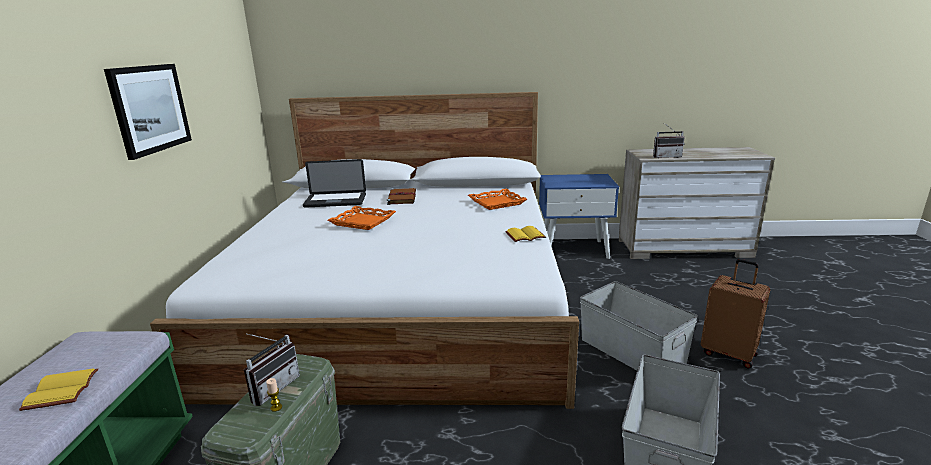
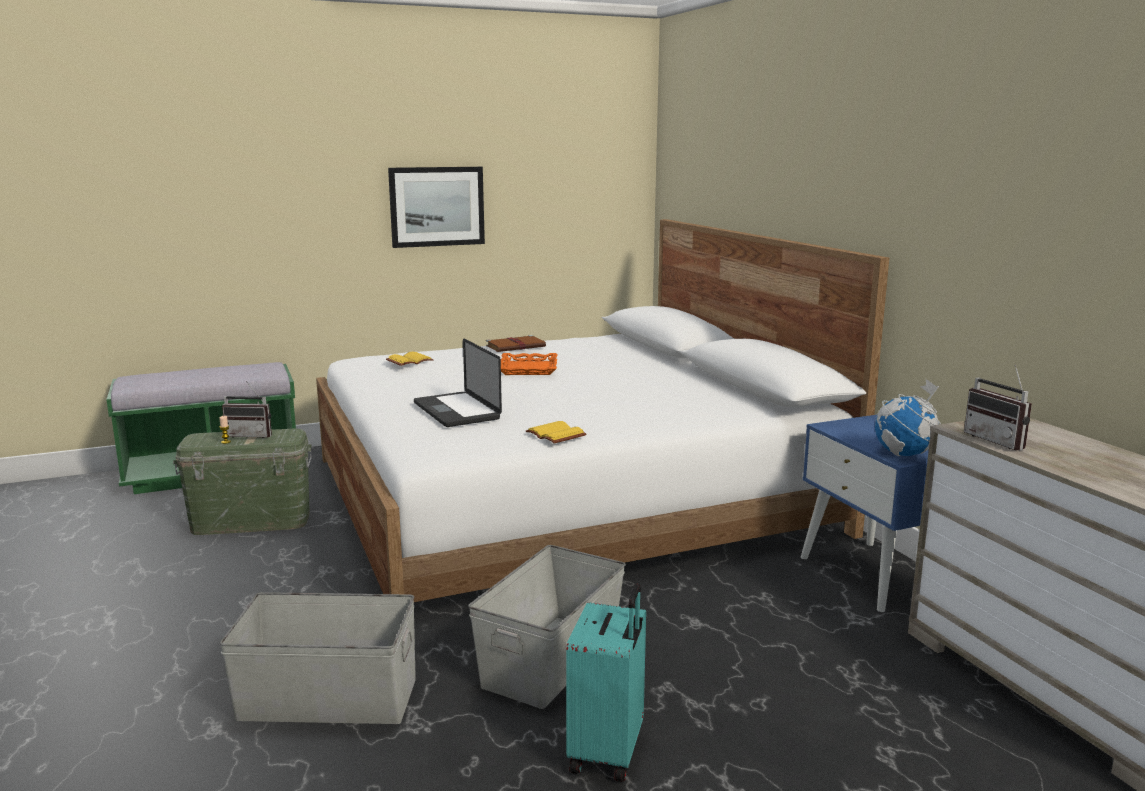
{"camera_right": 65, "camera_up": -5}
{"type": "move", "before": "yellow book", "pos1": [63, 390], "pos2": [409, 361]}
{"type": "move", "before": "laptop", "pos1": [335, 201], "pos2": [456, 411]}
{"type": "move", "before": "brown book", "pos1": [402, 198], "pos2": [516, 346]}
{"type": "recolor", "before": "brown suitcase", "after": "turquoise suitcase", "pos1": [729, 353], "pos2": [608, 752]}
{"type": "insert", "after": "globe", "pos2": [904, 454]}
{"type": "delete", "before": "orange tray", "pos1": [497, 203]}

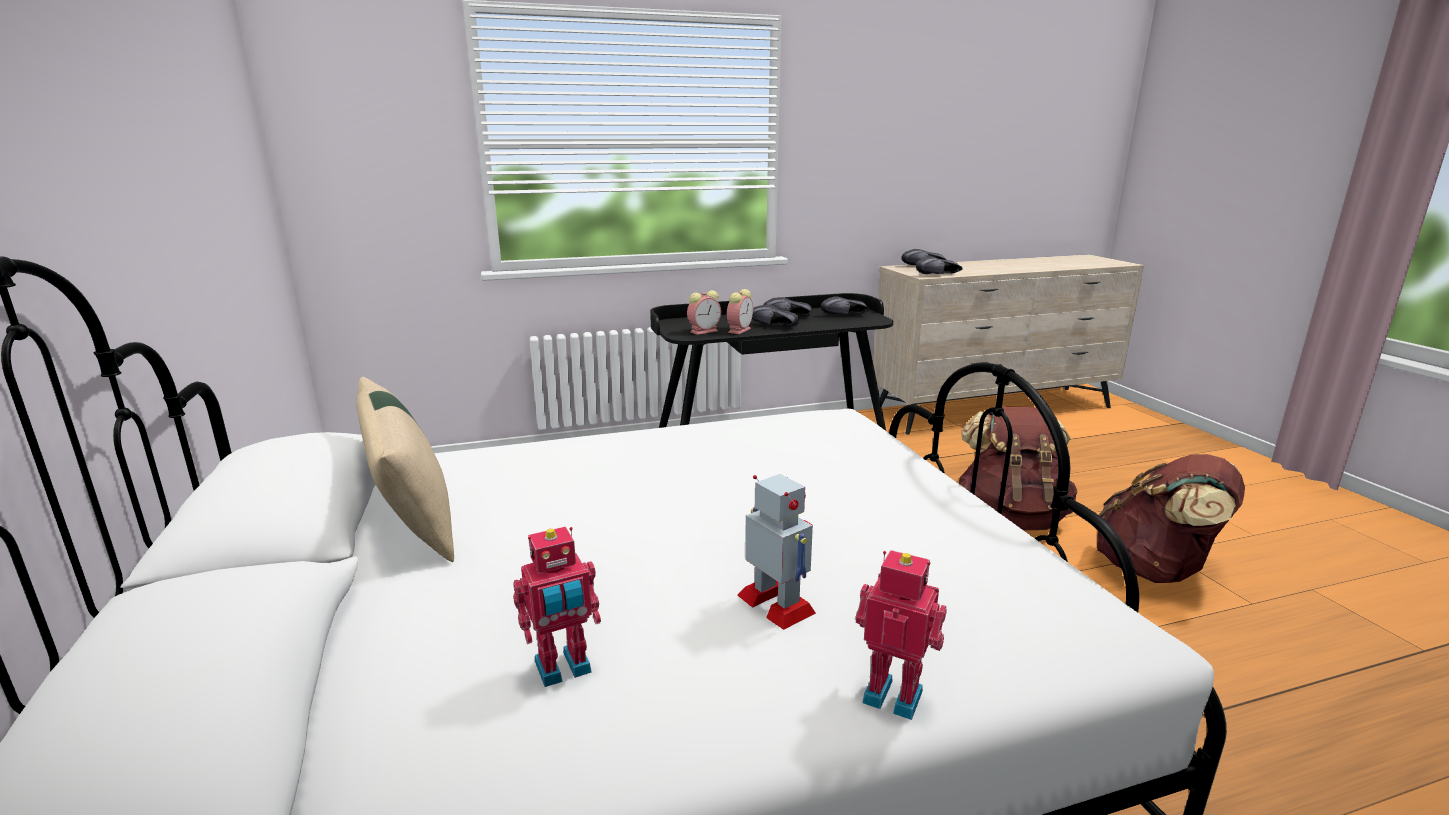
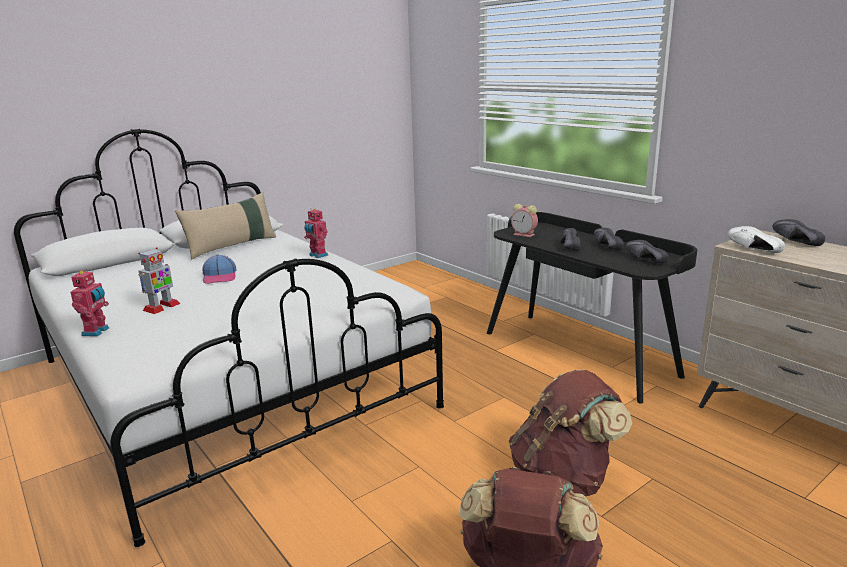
{"camera_right": 70, "camera_up": 0}
{"type": "insert", "after": "cap", "pos2": [220, 276]}
{"type": "move", "before": "toy robot", "pos1": [564, 669], "pos2": [317, 255]}
{"type": "recolor", "before": "black shoe", "after": "white shoe", "pos1": [939, 275], "pos2": [752, 250]}
{"type": "delete", "before": "alarm clock", "pos1": [739, 330]}

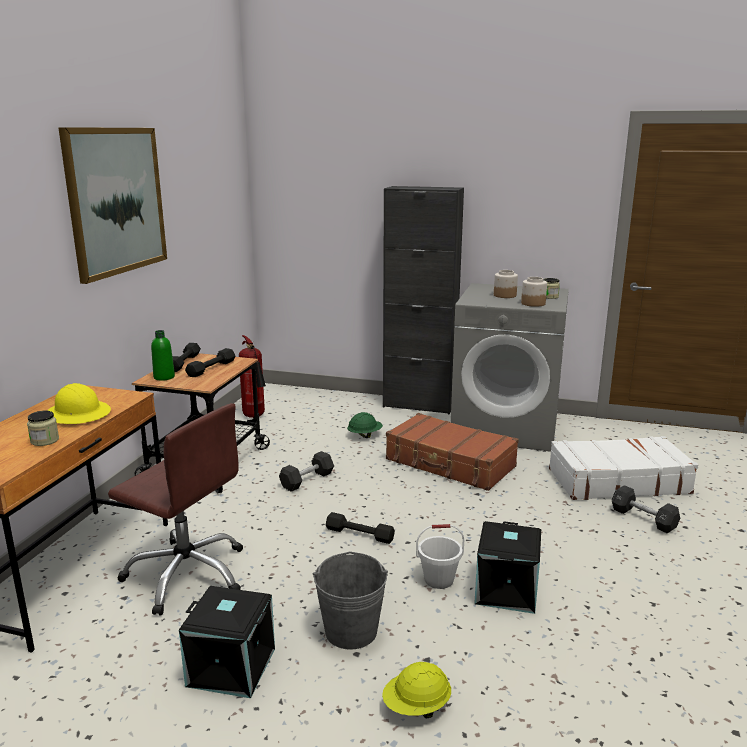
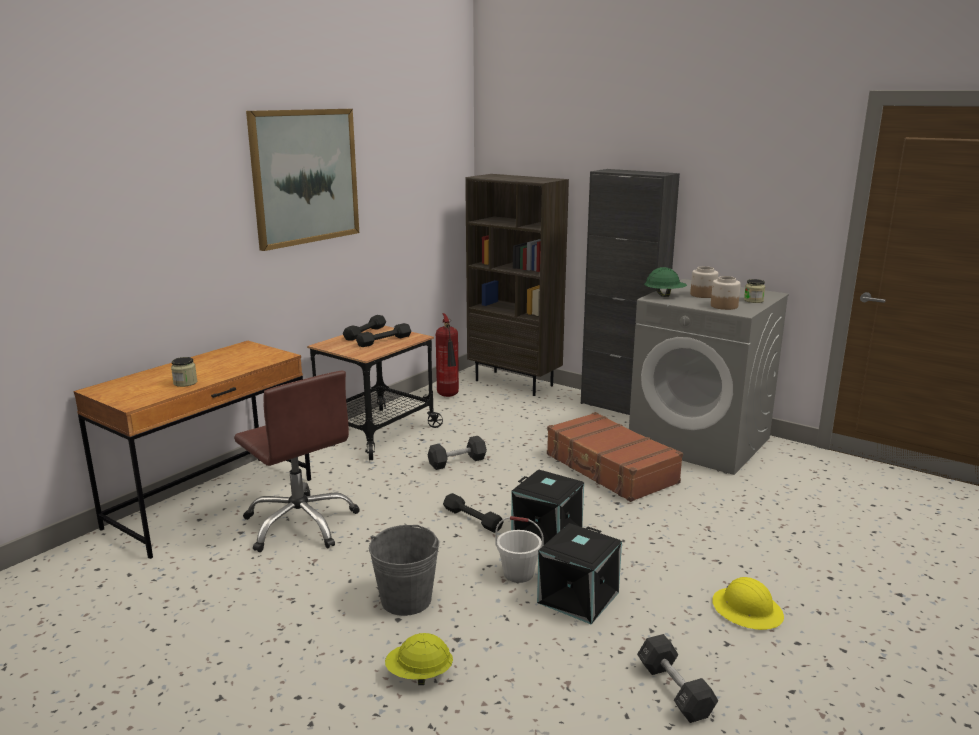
{"camera_right": 20, "camera_up": 0}
{"type": "insert", "after": "brown bookcase", "pos2": [515, 383]}
{"type": "move", "before": "black storage box", "pos1": [232, 666], "pos2": [548, 533]}
{"type": "move", "before": "black dumbbell", "pos1": [643, 519], "pos2": [674, 690]}
{"type": "move", "before": "green hard hat", "pos1": [365, 435], "pos2": [664, 295]}
{"type": "move", "before": "yellow hard hat", "pos1": [78, 414], "pos2": [747, 610]}
{"type": "delete", "before": "green bottle", "pos1": [164, 377]}
{"type": "delete", "before": "white suitcase", "pos1": [617, 481]}

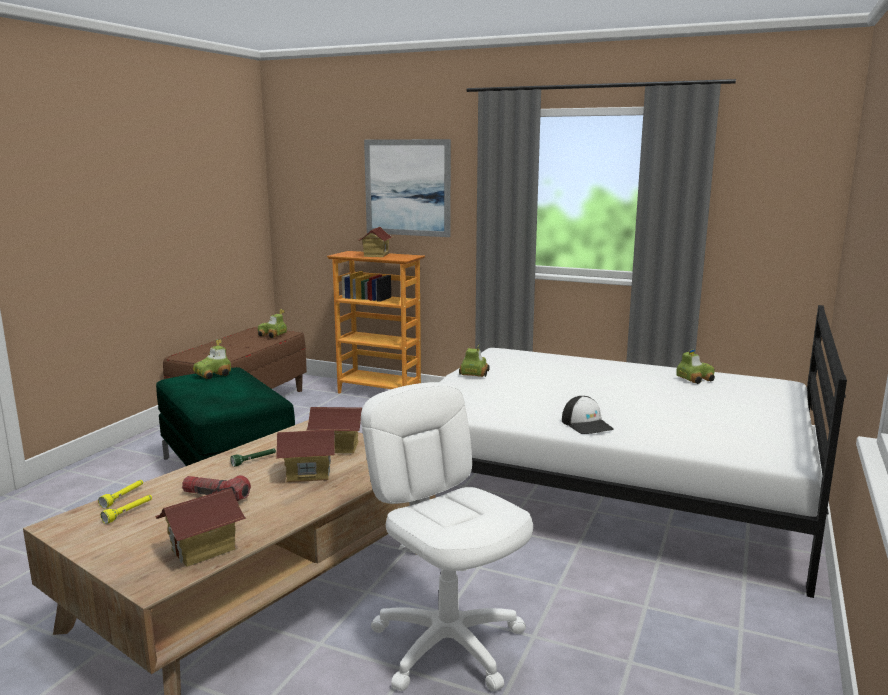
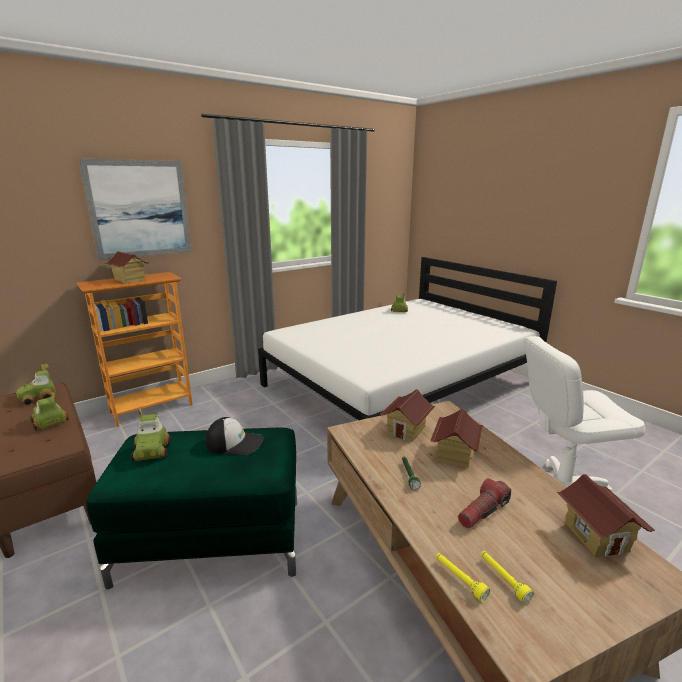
{"camera_right": -60, "camera_up": 5}
{"type": "move", "before": "toy car", "pos1": [473, 373], "pos2": [49, 422]}
{"type": "move", "before": "cap", "pos1": [587, 424], "pos2": [235, 443]}

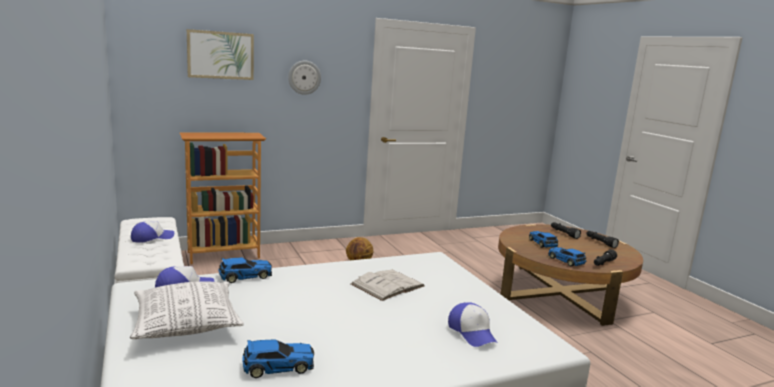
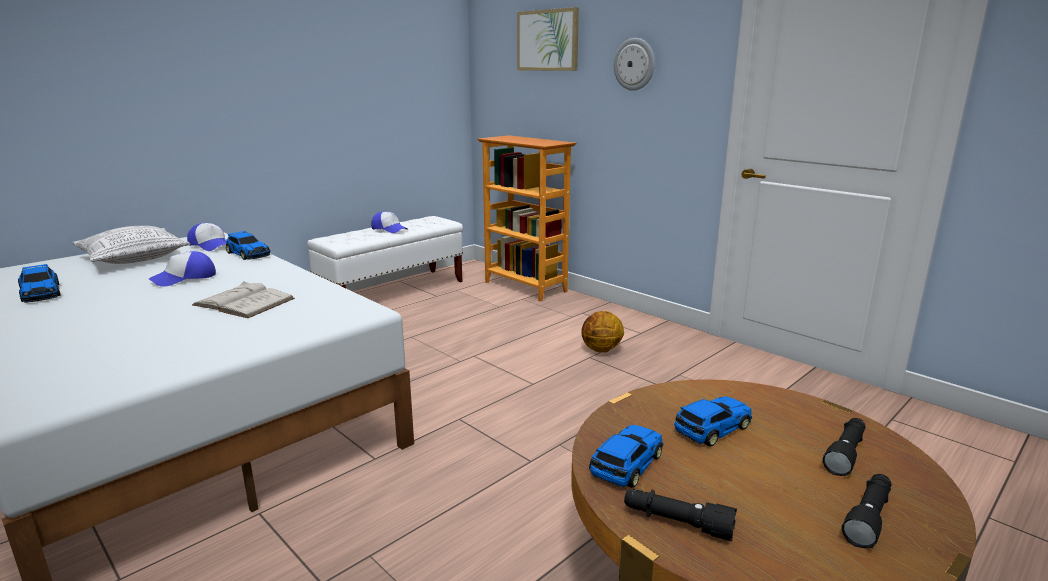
{"camera_right": 70, "camera_up": 5}
{"type": "move", "before": "cap", "pos1": [472, 332], "pos2": [185, 278]}

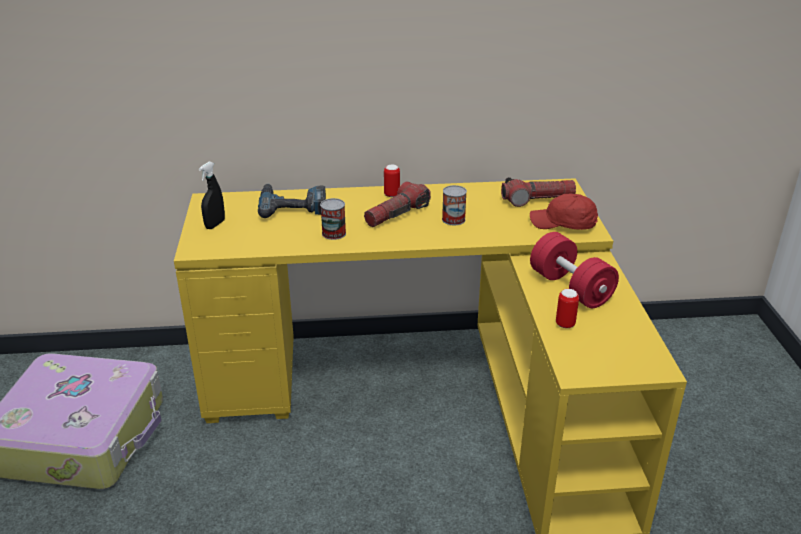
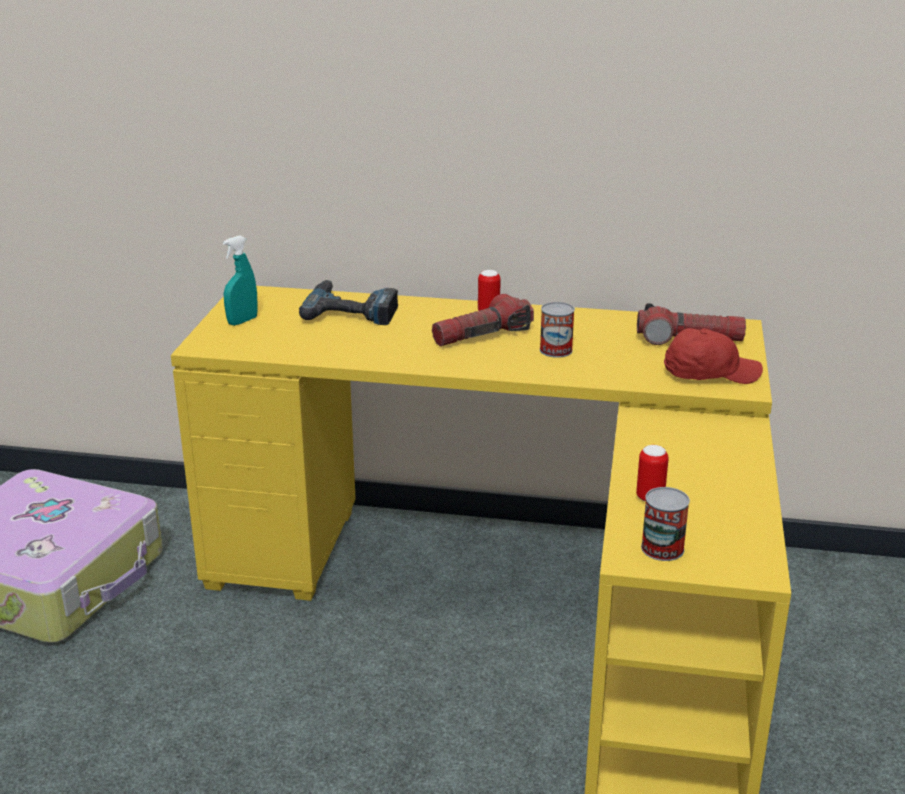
{"camera_right": 15, "camera_up": -5}
{"type": "recolor", "before": "black spray bottle", "after": "turquoise spray bottle", "pos1": [215, 224], "pos2": [242, 321]}
{"type": "move", "before": "can", "pos1": [334, 233], "pos2": [662, 548]}
{"type": "rotate", "before": "red cap", "pos1": [563, 224], "pos2": [709, 373], "turn": 150}
{"type": "delete", "before": "red dumbbell", "pos1": [570, 288]}

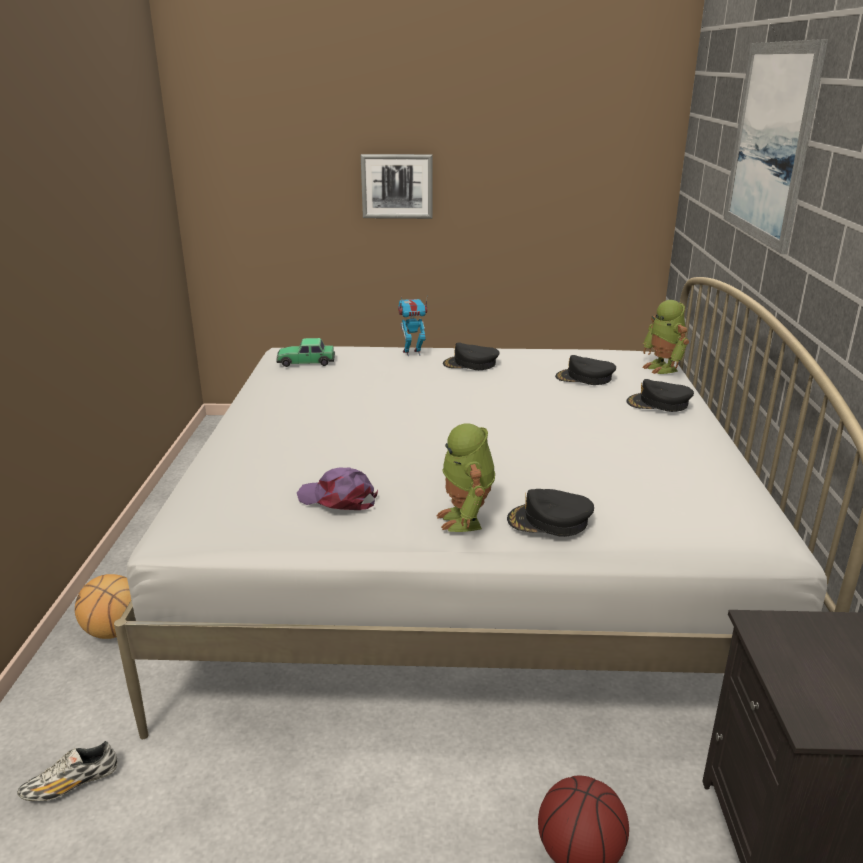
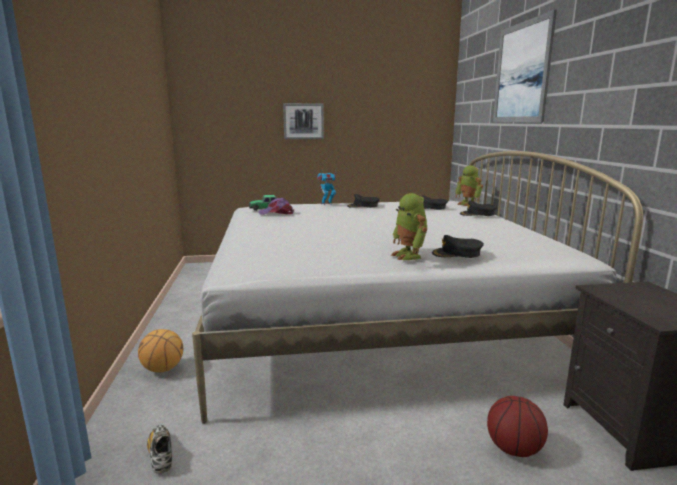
{"camera_right": -10, "camera_up": -10}
{"type": "rotate", "before": "shoe", "pos1": [71, 785], "pos2": [161, 454], "turn": 105}
{"type": "move", "before": "purple cap", "pos1": [338, 499], "pos2": [276, 213]}

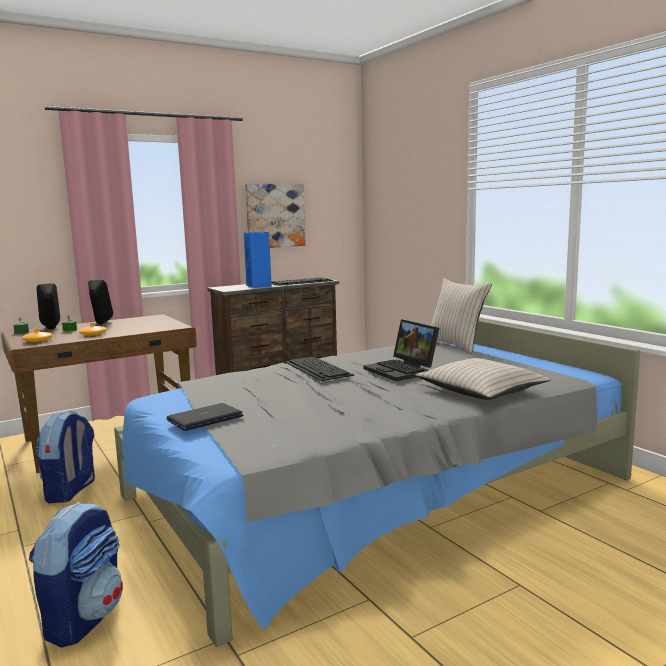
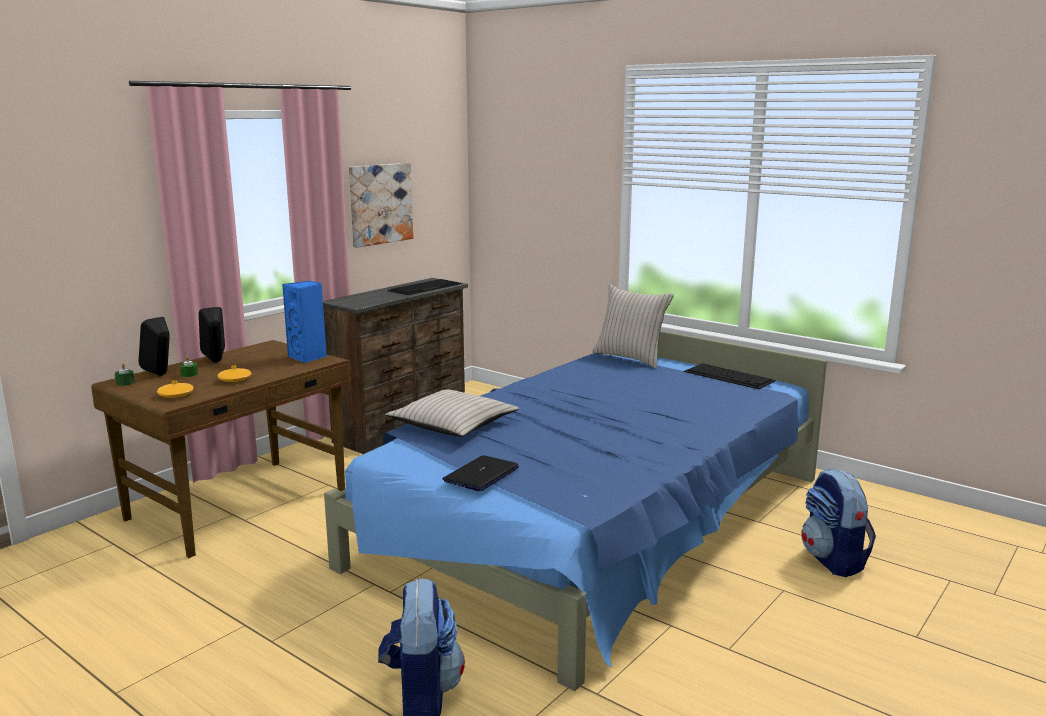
{"camera_right": -20, "camera_up": 5}
{"type": "move", "before": "blue speaker", "pos1": [259, 286], "pos2": [308, 357]}
{"type": "recolor", "before": "grey bed", "after": "blue bed", "pos1": [374, 489], "pos2": [595, 522]}
{"type": "move", "before": "beige pillow", "pos1": [481, 391], "pos2": [453, 425]}
{"type": "move", "before": "keyboard", "pos1": [318, 368], "pos2": [730, 376]}
{"type": "move", "before": "backpack", "pos1": [71, 491], "pos2": [833, 560]}
{"type": "delete", "before": "laptop", "pos1": [403, 371]}

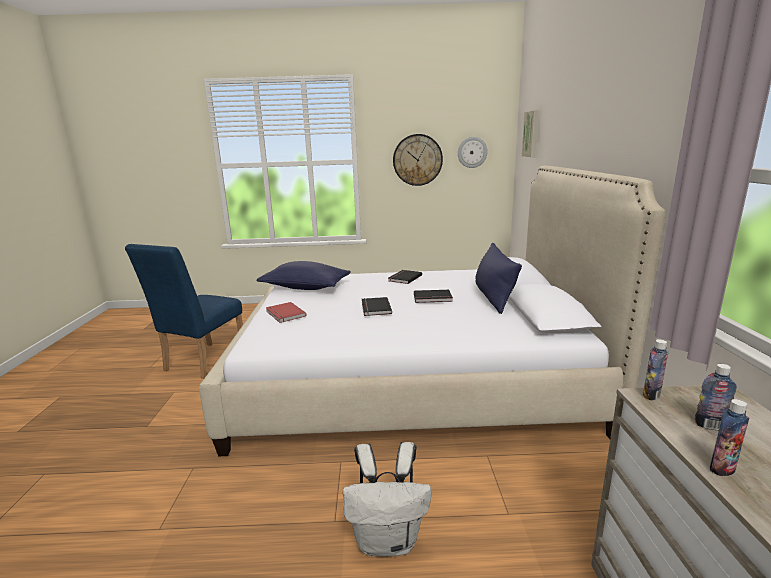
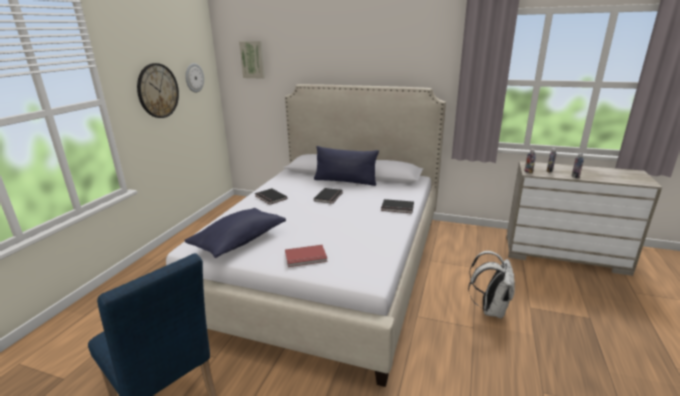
{"camera_right": -70, "camera_up": 5}
{"type": "move", "before": "black book", "pos1": [375, 308], "pos2": [397, 208]}

